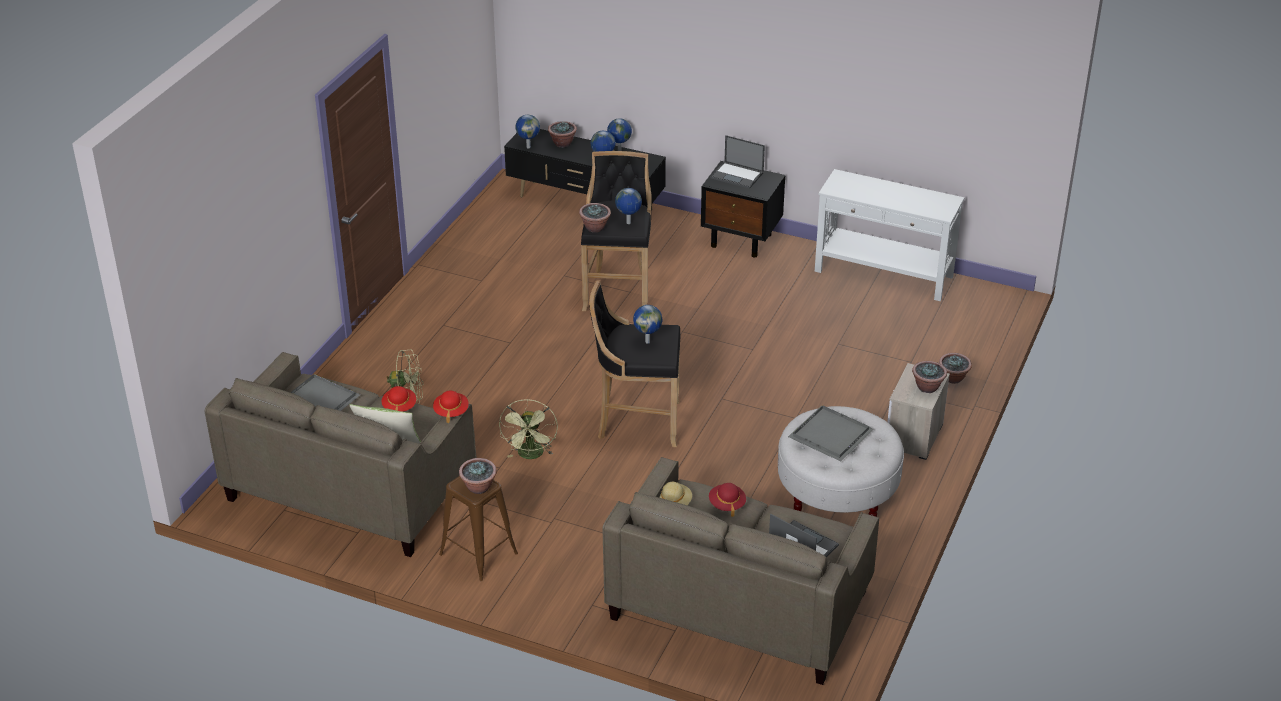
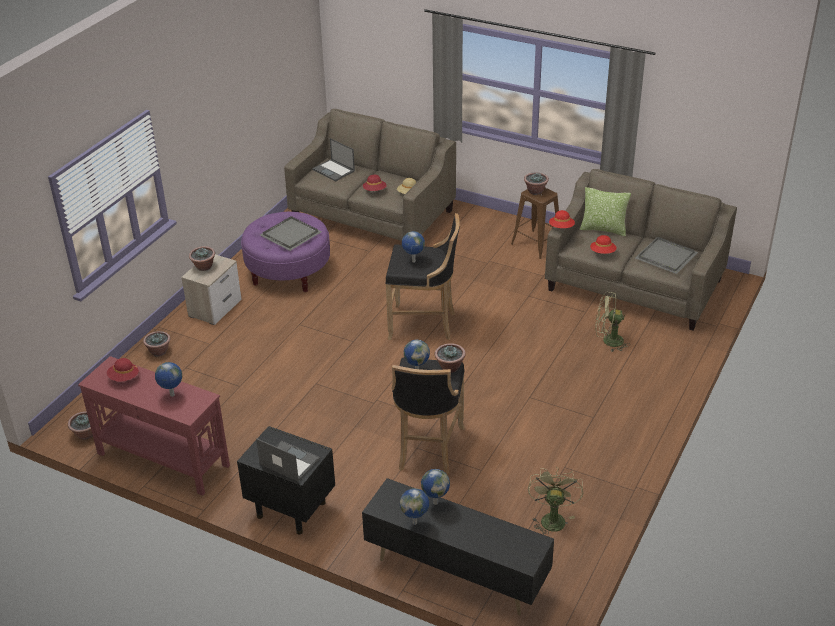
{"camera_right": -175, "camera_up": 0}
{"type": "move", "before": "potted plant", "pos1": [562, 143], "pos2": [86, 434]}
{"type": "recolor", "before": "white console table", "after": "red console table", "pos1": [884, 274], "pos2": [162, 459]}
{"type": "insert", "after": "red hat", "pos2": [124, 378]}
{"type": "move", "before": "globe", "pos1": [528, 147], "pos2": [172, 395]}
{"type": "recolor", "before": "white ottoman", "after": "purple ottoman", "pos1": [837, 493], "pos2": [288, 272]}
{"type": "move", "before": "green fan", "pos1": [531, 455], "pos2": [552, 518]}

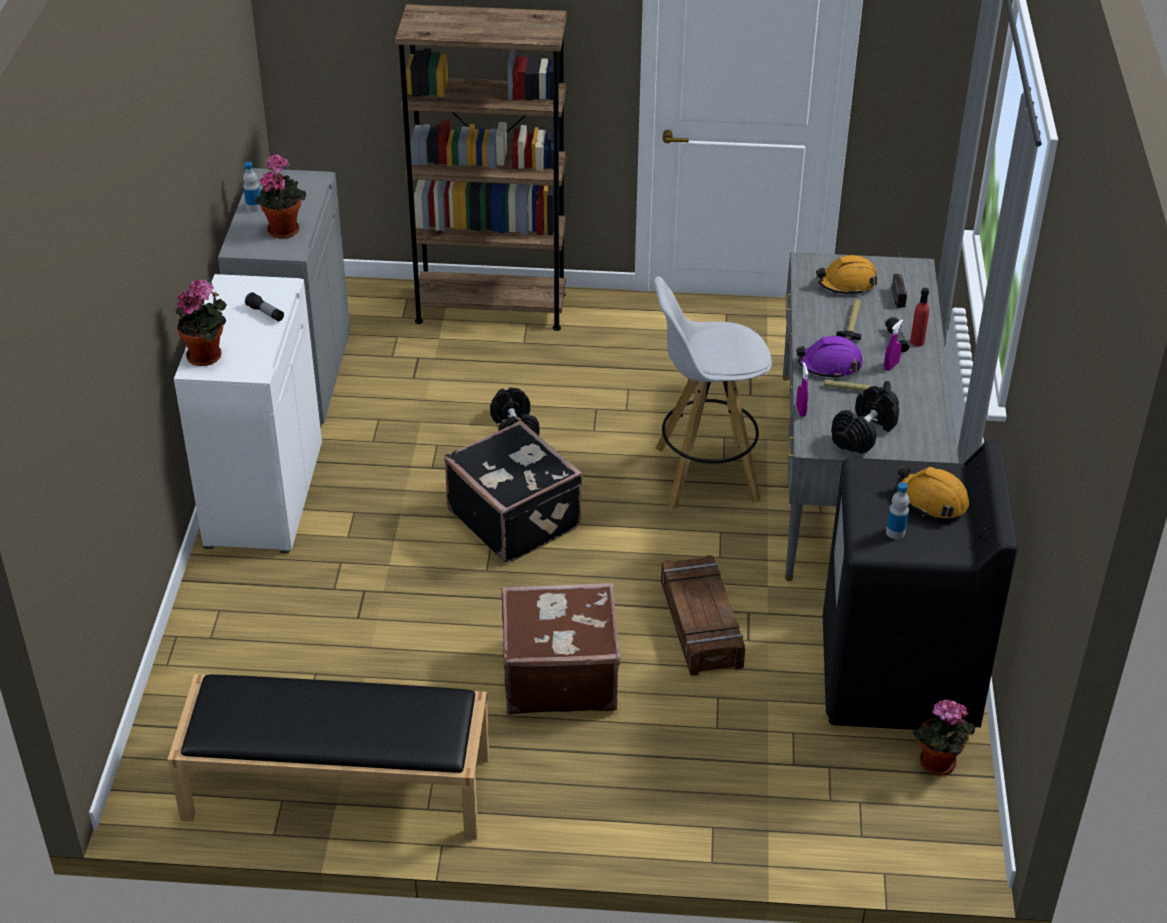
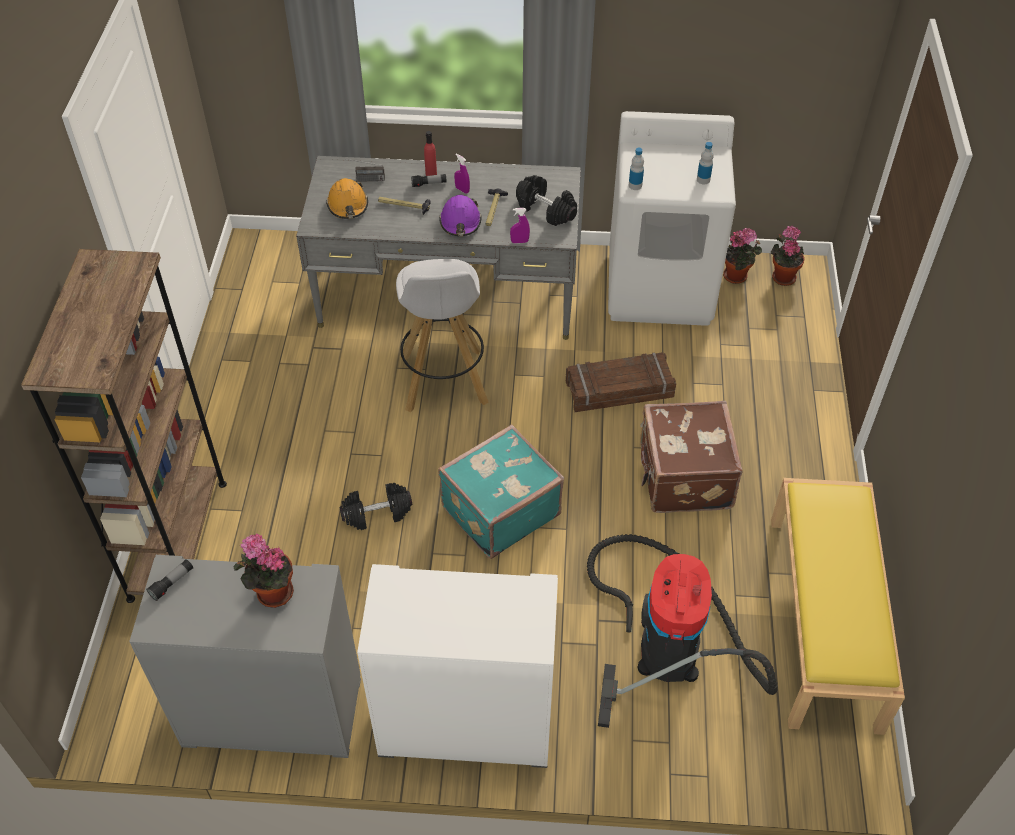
{"camera_right": -90, "camera_up": 10}
{"type": "move", "before": "flashlight", "pos1": [265, 313], "pos2": [172, 583]}
{"type": "recolor", "before": "black suitcase", "after": "turquoise suitcase", "pos1": [515, 518], "pos2": [499, 510]}
{"type": "insert", "after": "vacuum cleaner", "pos2": [667, 640]}
{"type": "recolor", "before": "black washing machine", "after": "white washing machine", "pos1": [898, 677], "pos2": [660, 287]}
{"type": "move", "before": "bottle", "pos1": [254, 207], "pos2": [635, 185]}
{"type": "move", "before": "potted plant", "pos1": [207, 355], "pos2": [782, 276]}
{"type": "recolor", "before": "black bench", "after": "yellow bench", "pos1": [335, 787], "pos2": [825, 621]}
{"type": "delete", "before": "orange hard hat", "pos1": [932, 500]}

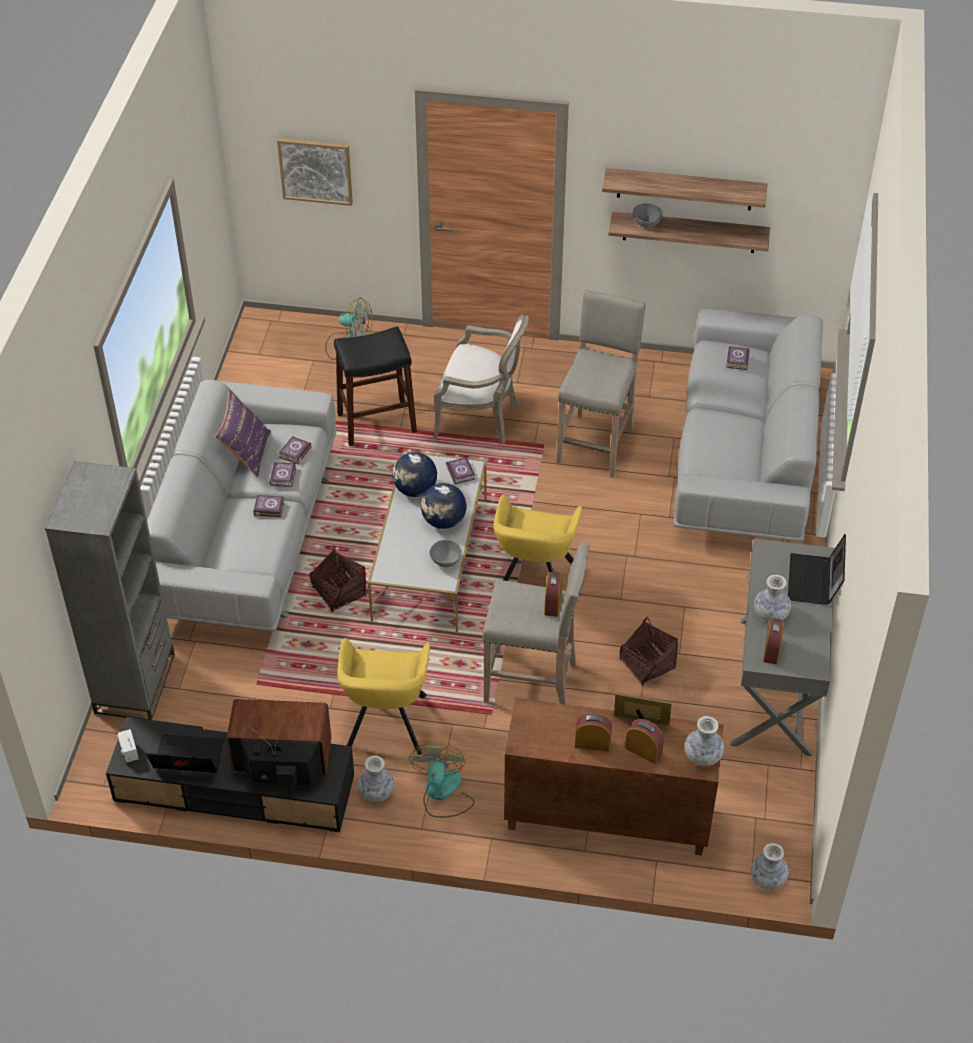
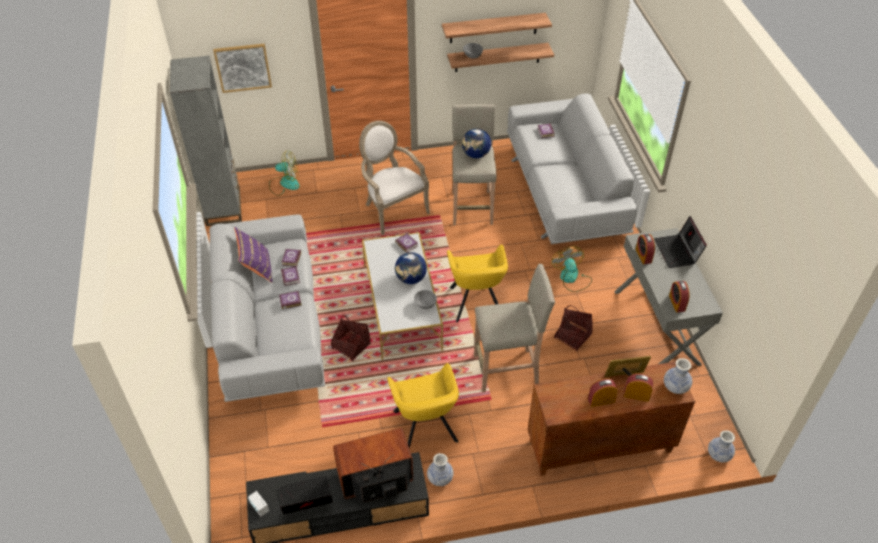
{"camera_right": -20, "camera_up": 0}
{"type": "move", "before": "grey bookcase", "pos1": [135, 683], "pos2": [223, 207]}
{"type": "rotate", "before": "armchair", "pos1": [481, 419], "pos2": [392, 209], "turn": -120}
{"type": "move", "before": "globe", "pos1": [415, 490], "pos2": [476, 155]}
{"type": "move", "before": "fan", "pos1": [442, 793], "pos2": [571, 278]}
{"type": "move", "before": "alarm clock", "pos1": [553, 603], "pos2": [643, 256]}
{"type": "delete", "before": "black stool", "pos1": [377, 422]}
{"type": "delete", "before": "vase", "pos1": [770, 614]}

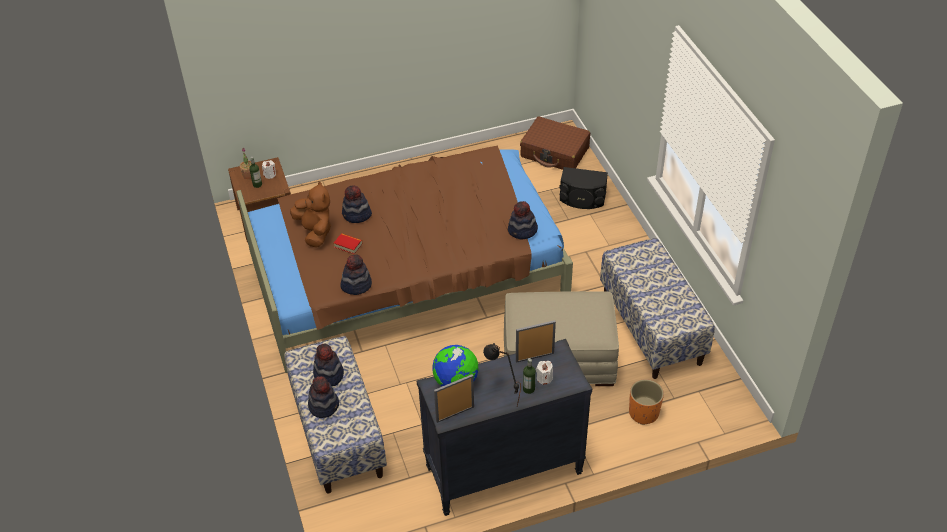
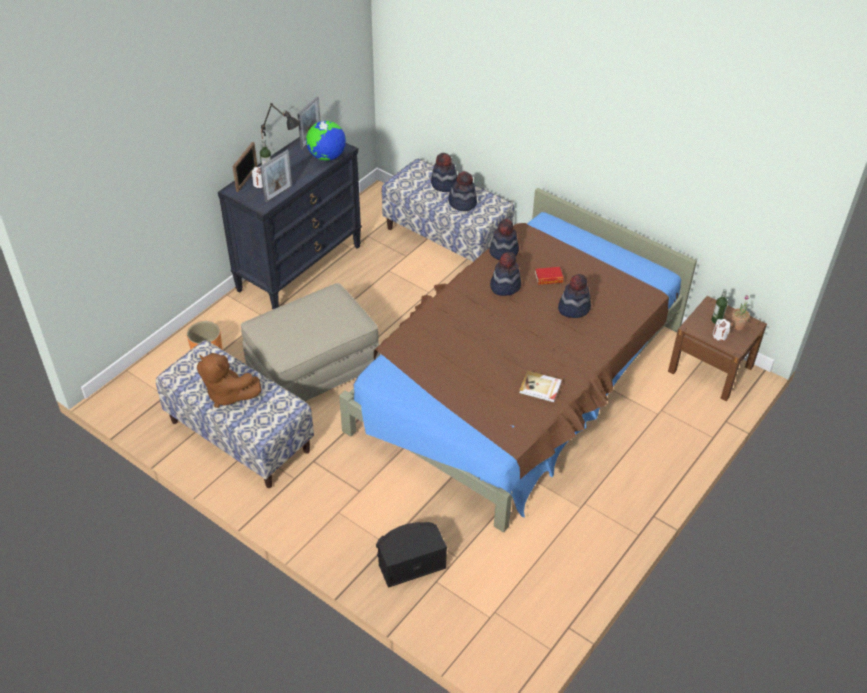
{"camera_right": 145, "camera_up": 0}
{"type": "move", "before": "brown plush toy", "pos1": [315, 232], "pos2": [227, 394]}
{"type": "insert", "after": "picture frame", "pos2": [247, 179]}
{"type": "move", "before": "hat", "pos1": [522, 231], "pos2": [505, 286]}
{"type": "insert", "after": "book", "pos2": [540, 388]}
{"type": "delete", "before": "brown suitcase", "pos1": [555, 152]}

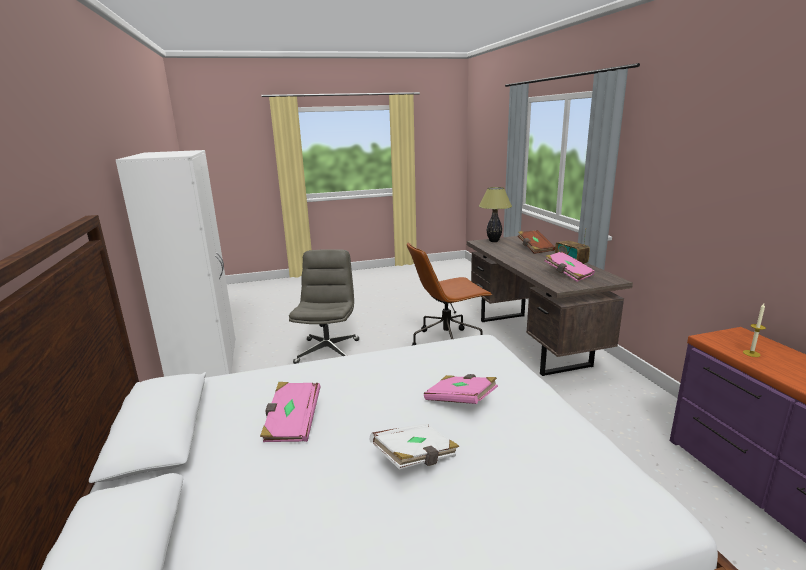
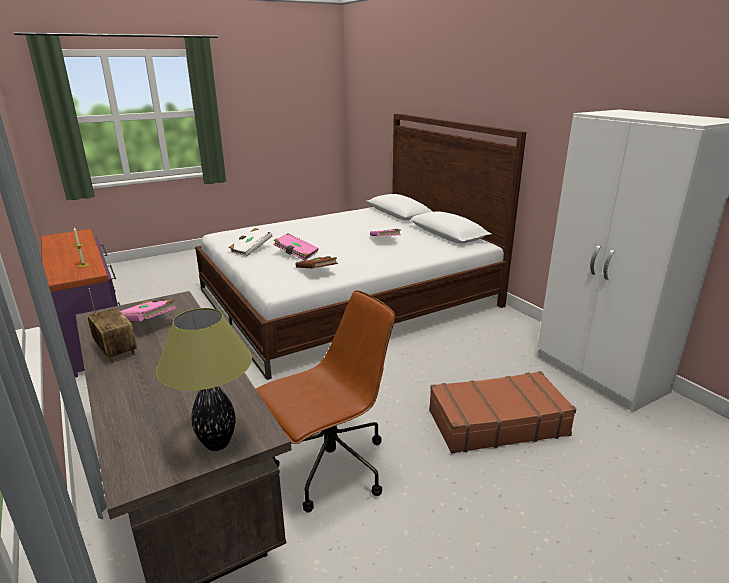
{"camera_right": 165, "camera_up": 5}
{"type": "move", "before": "white book", "pos1": [415, 459], "pos2": [251, 249]}
{"type": "move", "before": "brown book", "pos1": [534, 249], "pos2": [317, 271]}
{"type": "replace", "before": "grey office chair", "after": "brown suitcase", "pos1": [328, 351], "pos2": [496, 422]}

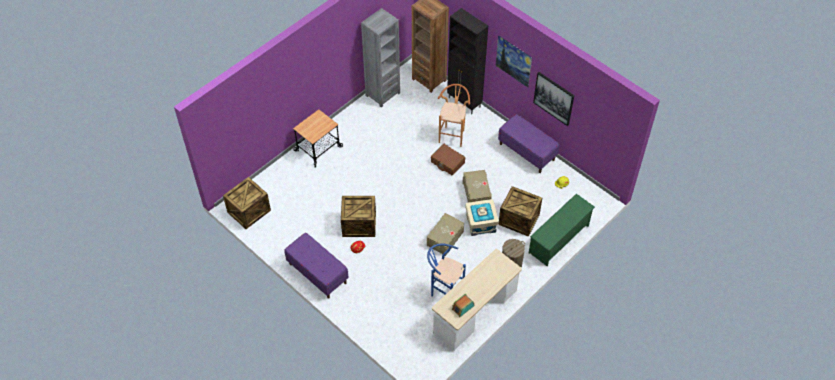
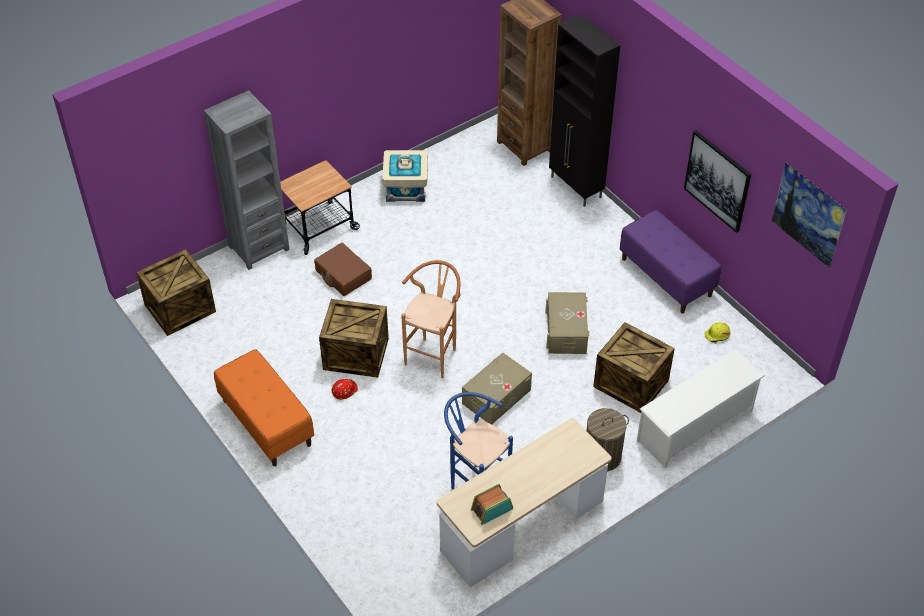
{"camera_right": 10, "camera_up": -5}
{"type": "move", "before": "grey bookcase", "pos1": [382, 94], "pos2": [259, 248]}
{"type": "recolor", "before": "purple bench", "after": "orange bench", "pos1": [317, 273], "pos2": [266, 423]}
{"type": "move", "before": "brown suitcase", "pos1": [447, 162], "pos2": [343, 275]}
{"type": "move", "before": "beige storage box", "pos1": [481, 223], "pos2": [406, 187]}
{"type": "move", "before": "brown stool", "pos1": [453, 134], "pos2": [434, 354]}
{"type": "recolor", "before": "green shoe rack", "after": "white shoe rack", "pos1": [559, 239], "pos2": [695, 426]}
{"type": "move", "before": "picture", "pos1": [512, 69], "pos2": [803, 230]}

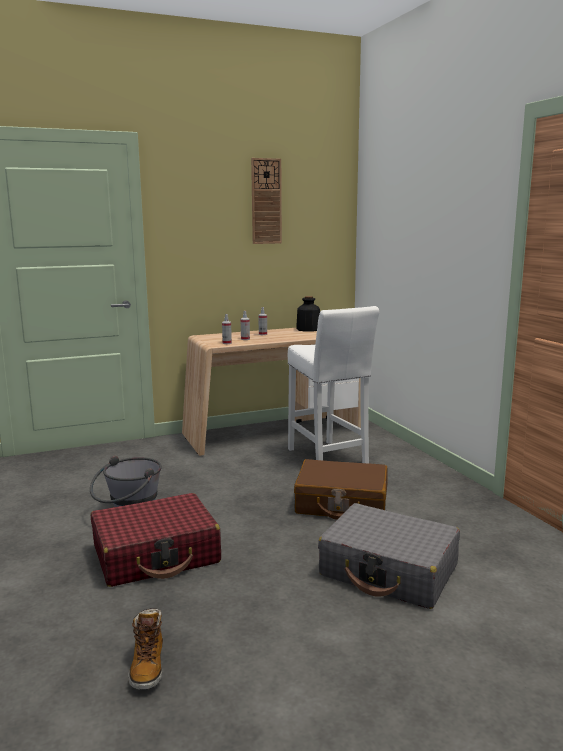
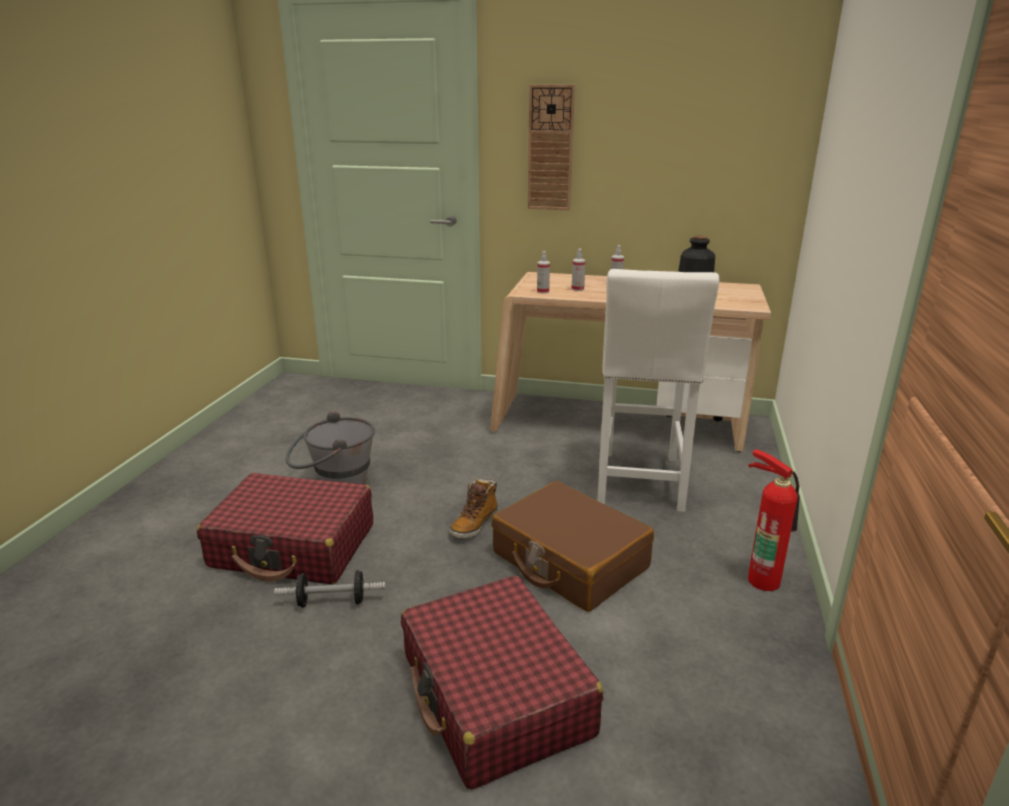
{"camera_right": 35, "camera_up": 10}
{"type": "insert", "after": "dumbbell", "pos2": [332, 602]}
{"type": "recolor", "before": "grey suitcase", "after": "red suitcase", "pos1": [389, 571], "pos2": [495, 696]}
{"type": "move", "before": "boot", "pos1": [148, 666], "pos2": [474, 524]}
{"type": "move", "before": "wall clock", "pos1": [266, 201], "pos2": [550, 148]}
{"type": "insert", "after": "fire extinguisher", "pos2": [763, 578]}

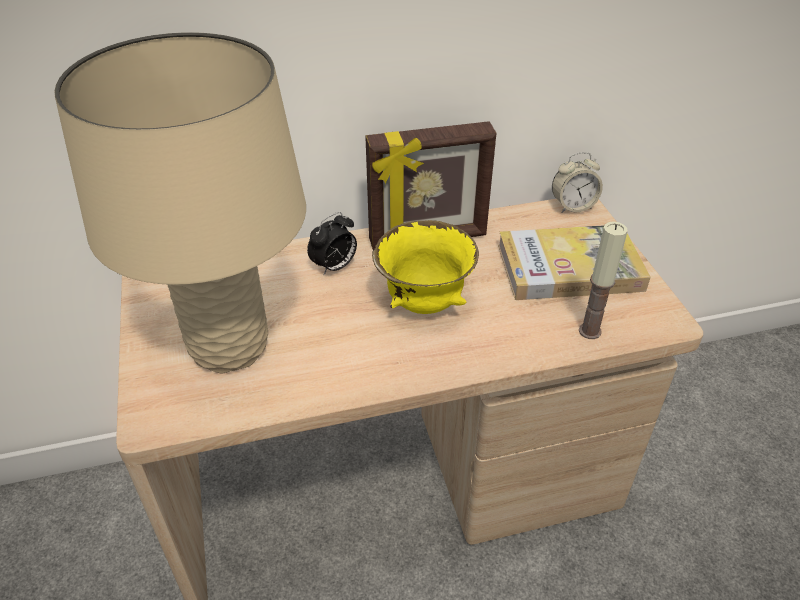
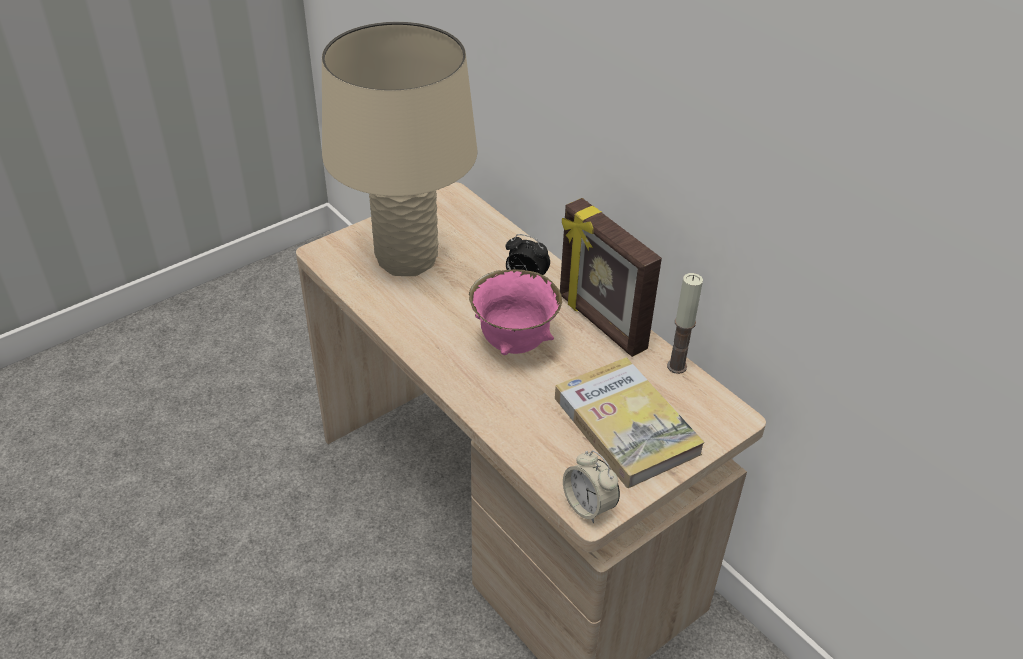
{"camera_right": 65, "camera_up": 0}
{"type": "recolor", "before": "yellow bowl", "after": "pink bowl", "pos1": [424, 303], "pos2": [514, 343]}
{"type": "move", "before": "alarm clock", "pos1": [572, 206], "pos2": [588, 506]}
{"type": "move", "before": "candle", "pos1": [589, 331], "pos2": [676, 366]}

